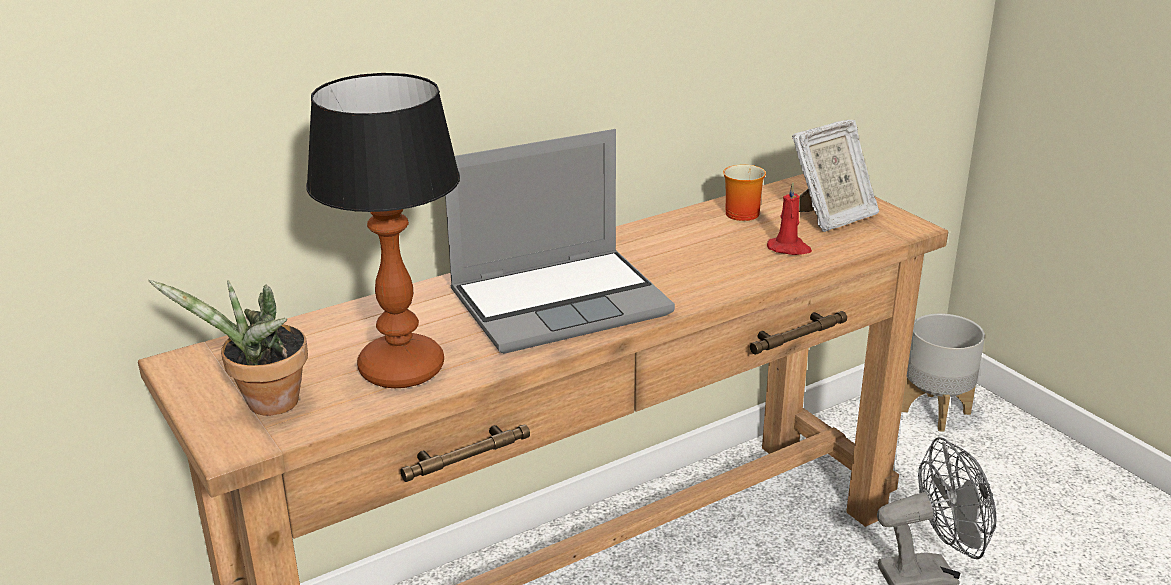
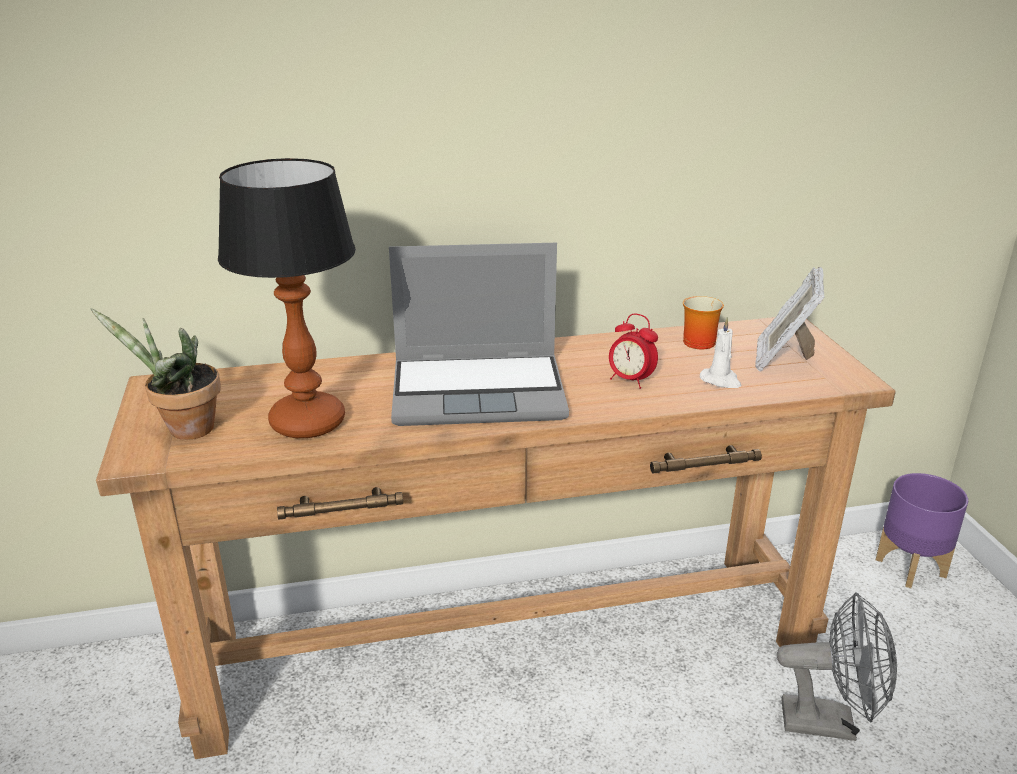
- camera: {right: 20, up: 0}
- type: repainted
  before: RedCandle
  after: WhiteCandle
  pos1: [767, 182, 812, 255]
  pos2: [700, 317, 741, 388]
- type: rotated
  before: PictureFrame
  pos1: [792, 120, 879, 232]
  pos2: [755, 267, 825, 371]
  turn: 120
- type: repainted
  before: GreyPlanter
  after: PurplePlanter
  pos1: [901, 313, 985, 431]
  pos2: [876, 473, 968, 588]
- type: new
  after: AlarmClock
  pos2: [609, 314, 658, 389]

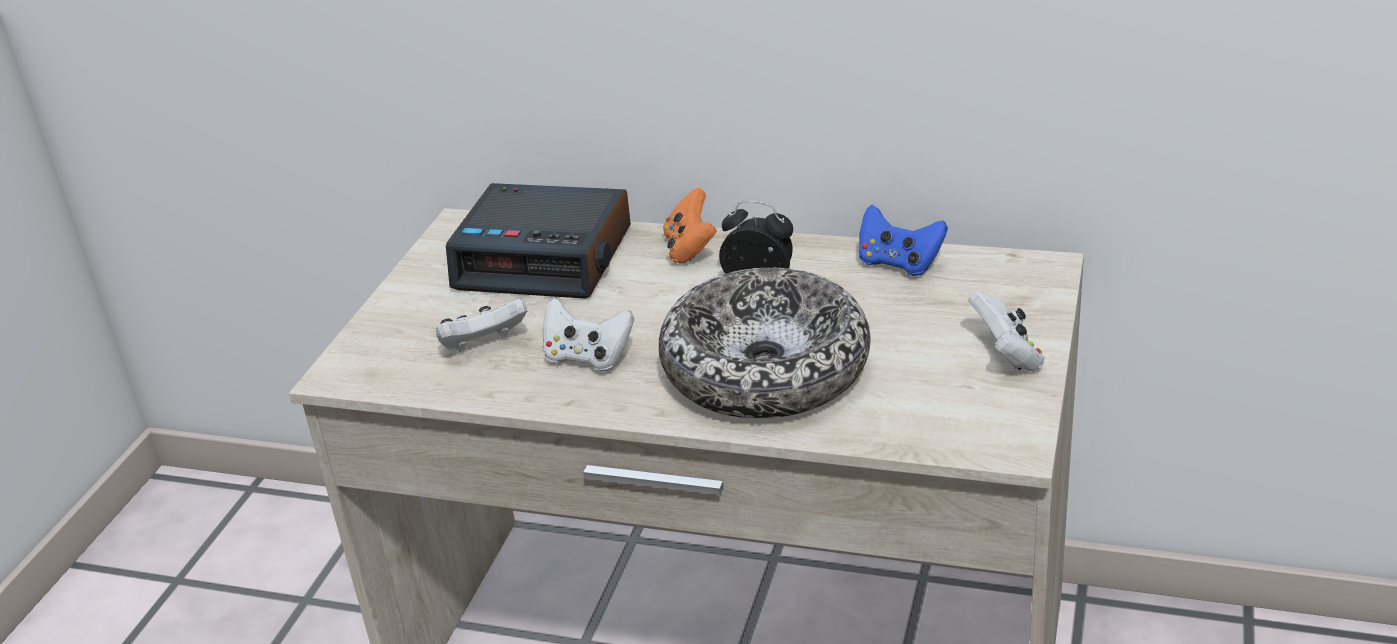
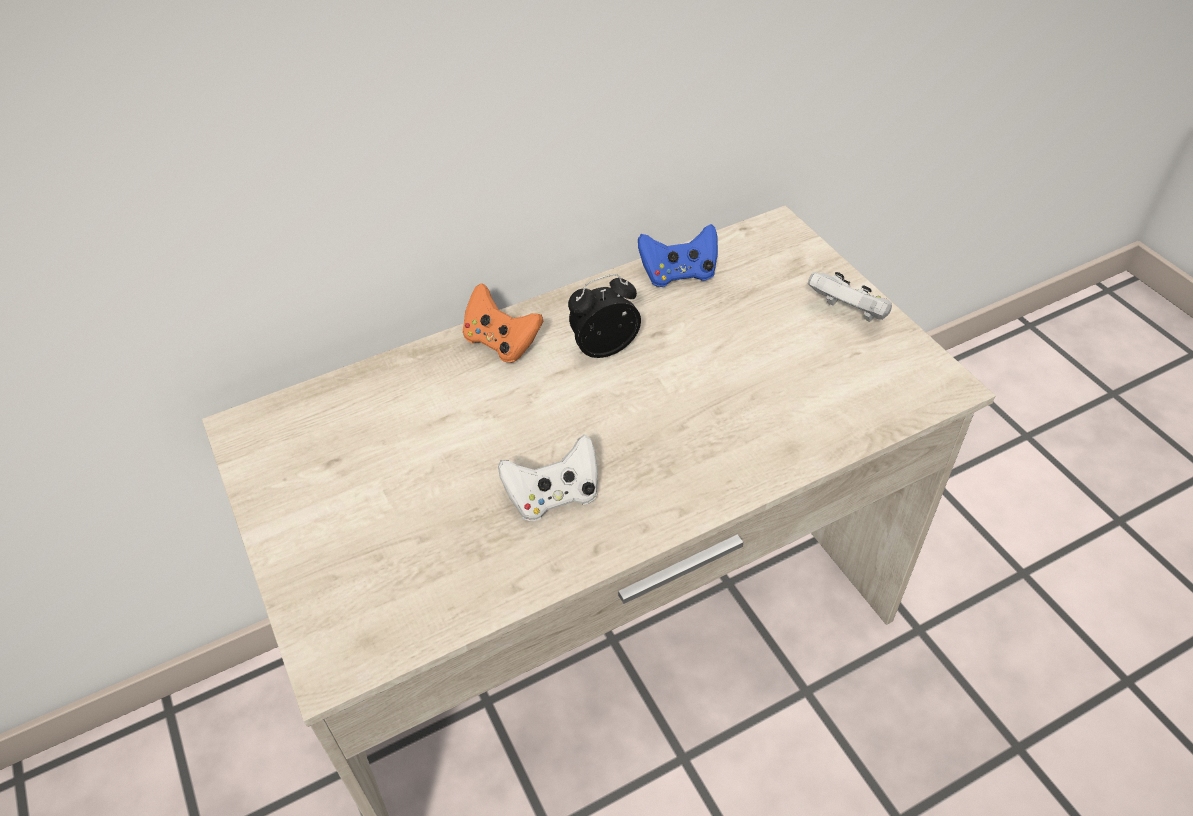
- camera: {right: -45, up: 15}
- type: gone
  before: WhiteGameController
  pos1: [436, 299, 527, 352]
- type: gone
  before: AlarmClock
  pos1: [446, 183, 631, 299]
- type: gone
  before: Bowl
  pos1: [659, 267, 871, 418]

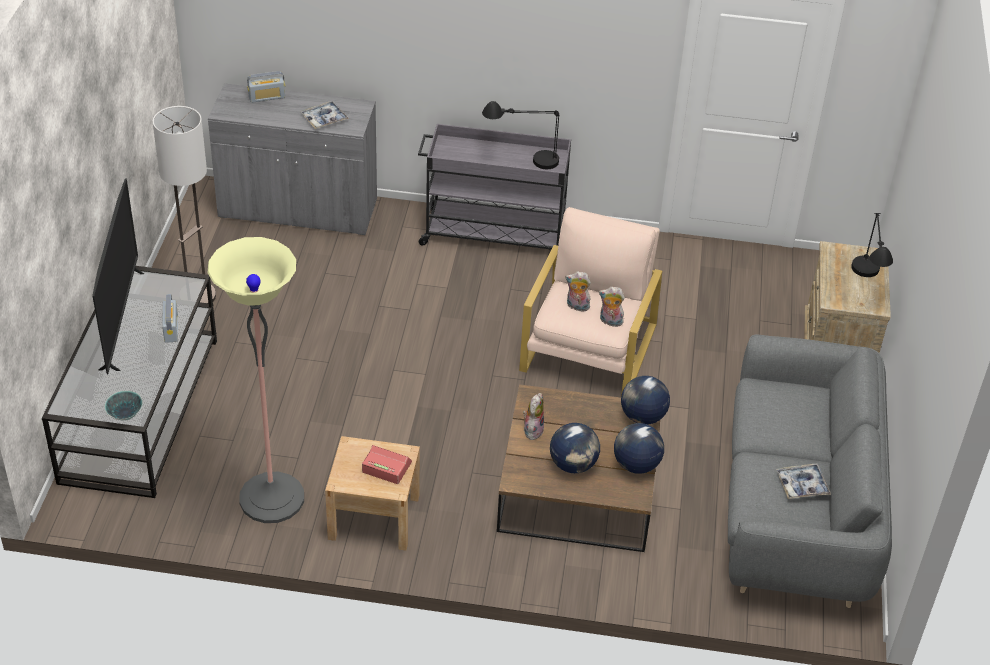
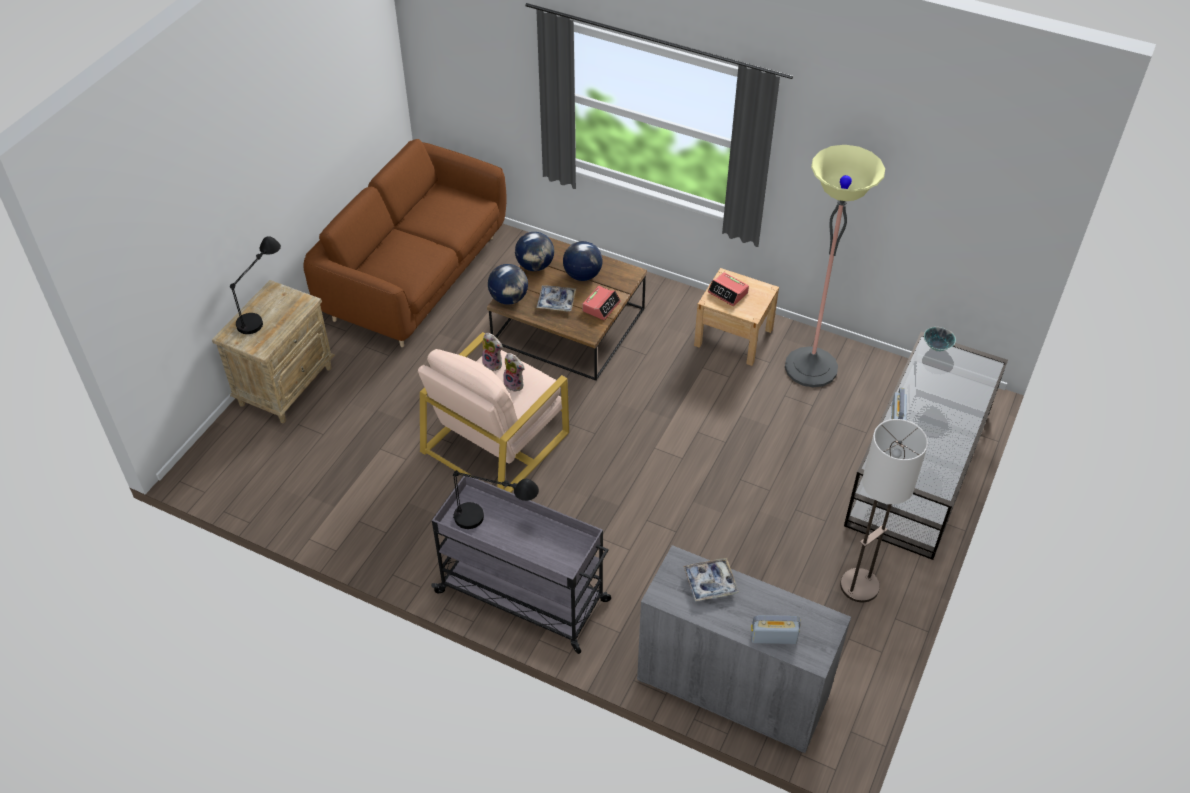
- camera: {right: -160, up: 5}
- type: gone
  before: Television
  pos1: [92, 178, 144, 374]
- type: swapped
  before: PlushToy
  after: AlarmClock
  pos1: [523, 393, 544, 440]
  pos2: [582, 286, 621, 320]
- type: repainted
  before: GreySofa
  after: BrownSofa
  pos1: [728, 334, 892, 608]
  pos2: [303, 139, 506, 347]
- type: shifted
  before: Tray
  pos1: [776, 464, 831, 499]
  pos2: [537, 285, 576, 312]

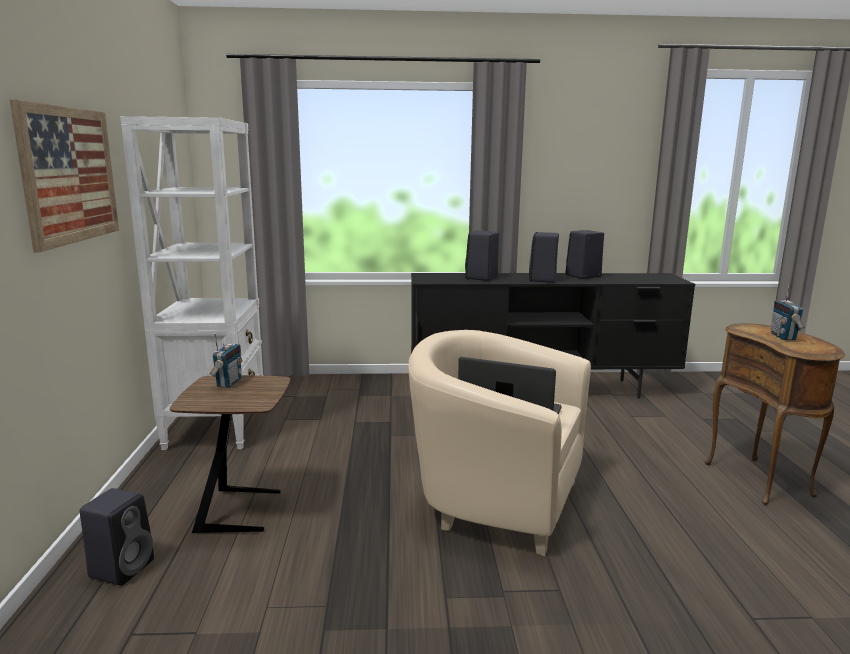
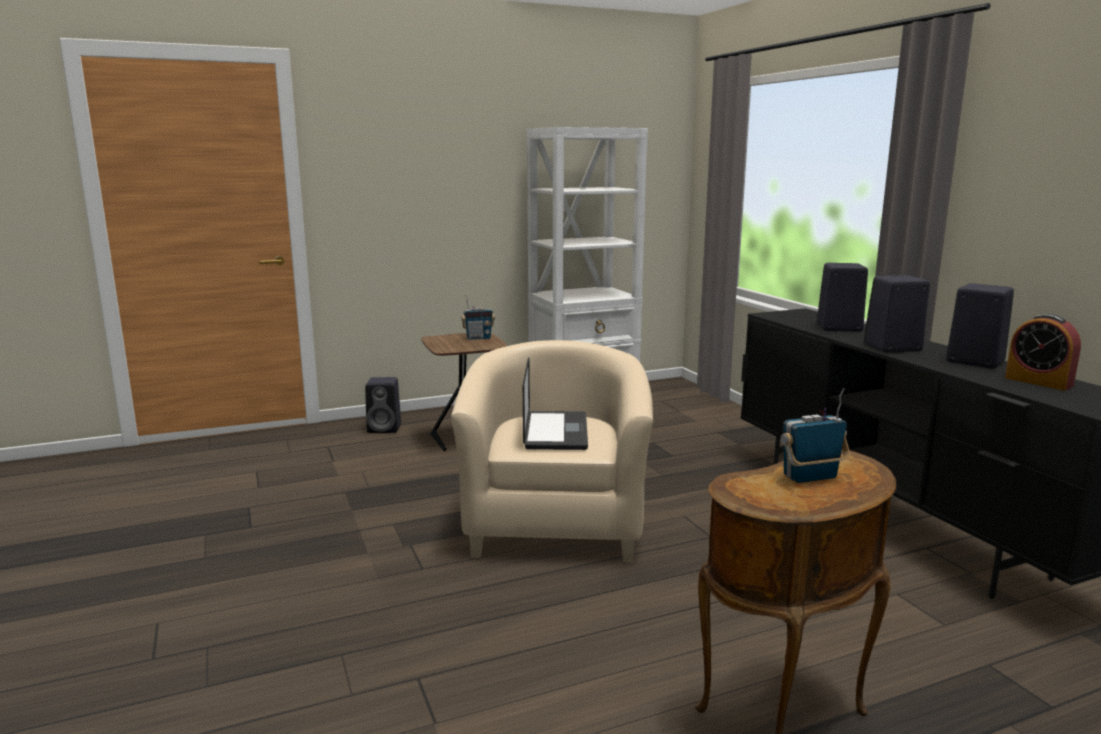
- camera: {right: 70, up: 0}
- type: gone
  before: Picture
  pos1: [9, 99, 119, 252]
- type: new
  after: AlarmClock
  pos2: [1005, 314, 1081, 391]

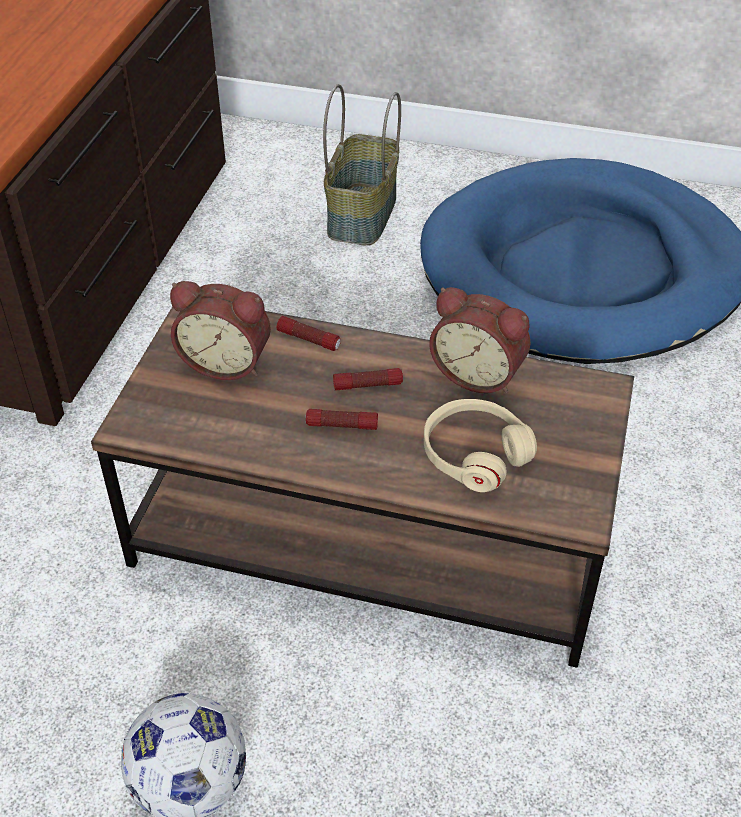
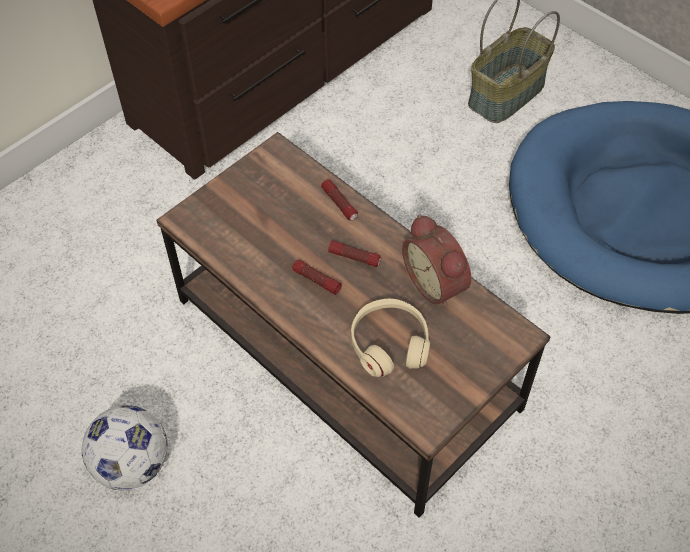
- camera: {right: 30, up: 10}
- type: gone
  before: AlarmClock
  pos1: [170, 281, 271, 380]

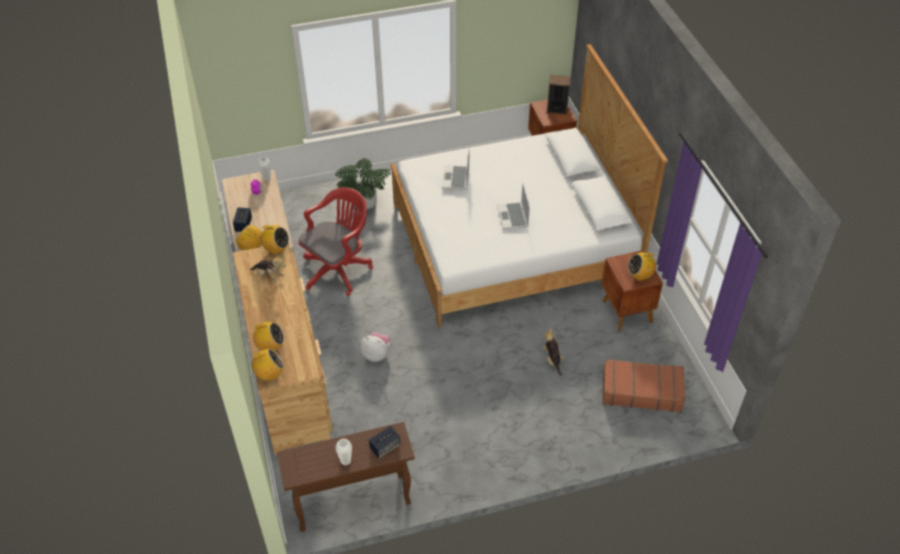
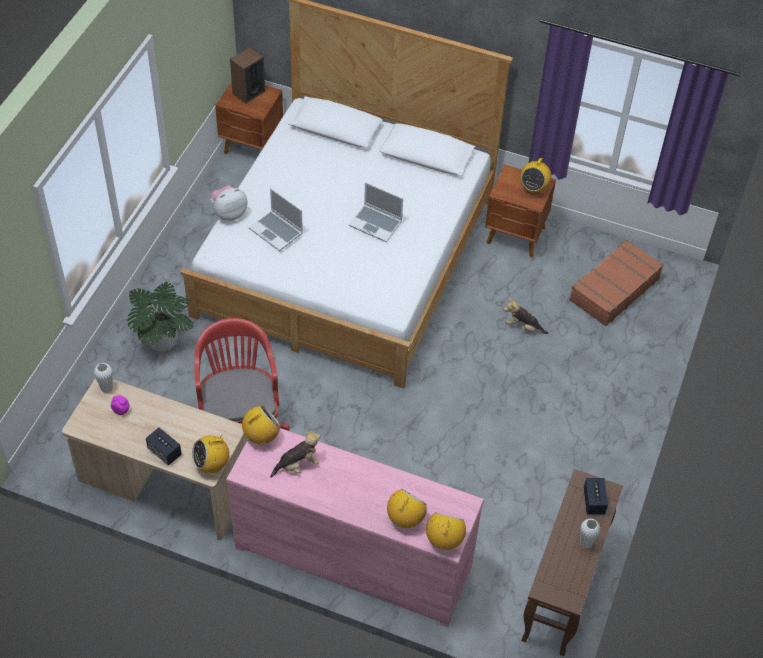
- camera: {right: -55, up: 5}
- type: repainted
  before: BrownDresser
  after: PinkDresser
  pos1: [233, 244, 333, 455]
  pos2: [226, 428, 484, 627]
- type: shifted
  before: PlushToy
  pos1: [360, 332, 390, 362]
  pos2: [210, 185, 248, 221]

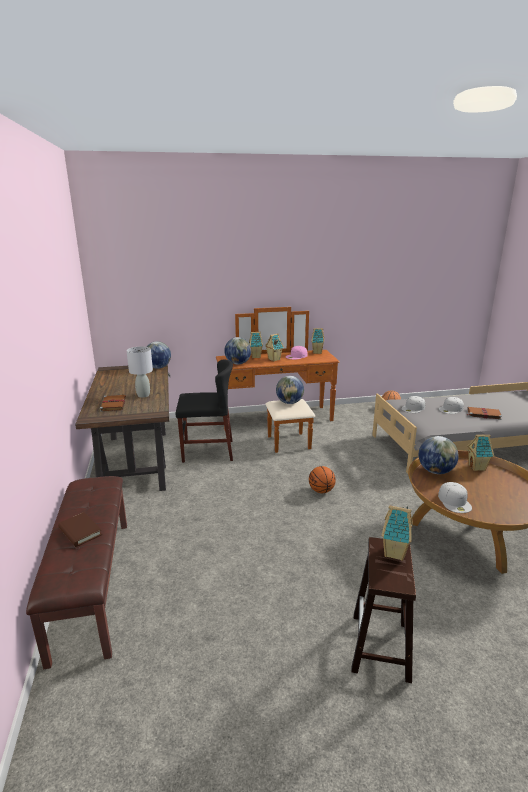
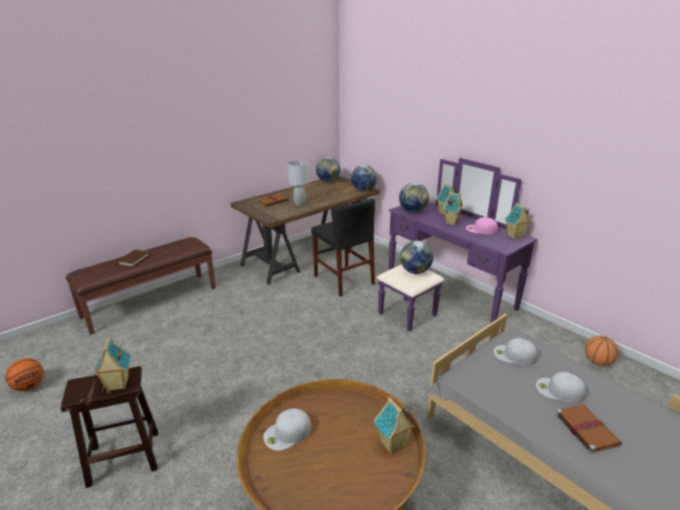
- camera: {right: 60, up: 5}
- type: repainted
  before: BrownDresser
  after: PurpleDresser
  pos1: [216, 307, 340, 453]
  pos2: [377, 158, 537, 332]
- type: shifted
  before: Basketball
  pos1: [309, 466, 336, 493]
  pos2: [5, 358, 44, 391]
- type: shifted
  before: Globe
  pos1: [419, 436, 459, 474]
  pos2: [316, 157, 340, 182]

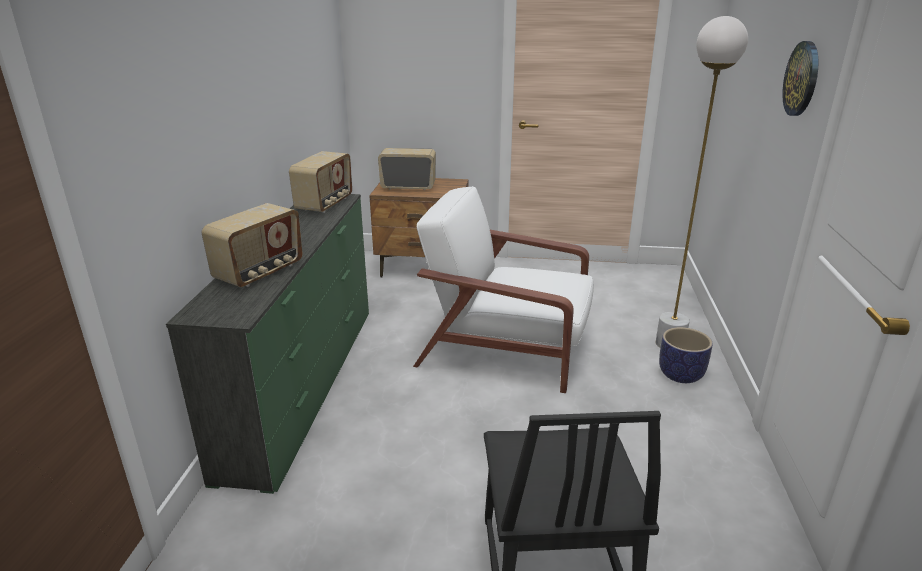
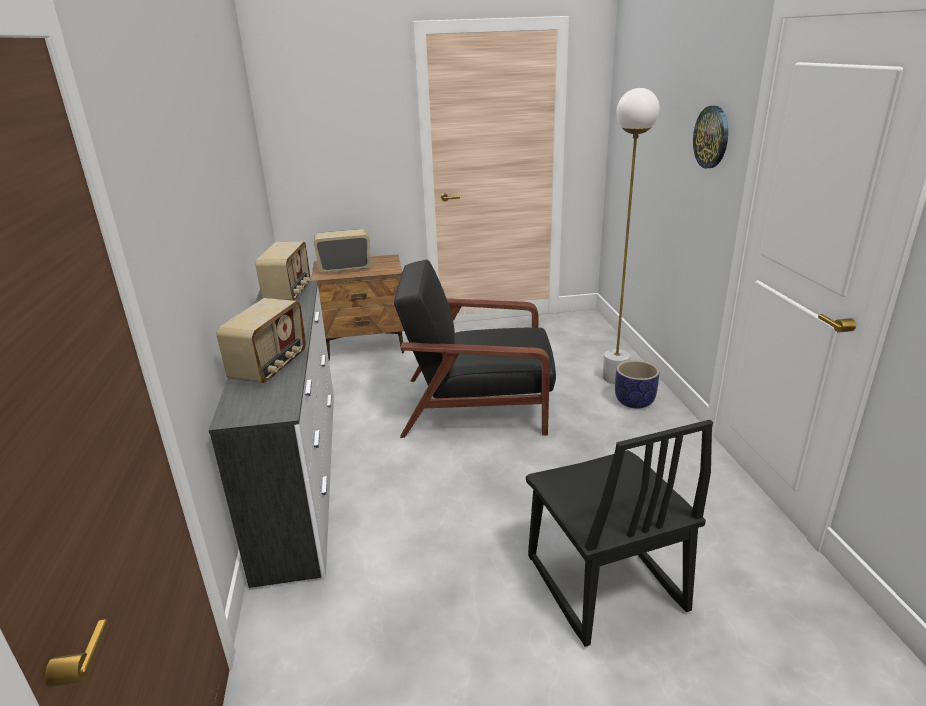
- camera: {right: -15, up: 0}
- type: repainted
  before: GreenDresser
  after: WhiteDresser
  pos1: [166, 194, 369, 494]
  pos2: [209, 280, 334, 590]
- type: repainted
  before: WhiteArmchair
  after: BlackArmchair
  pos1: [413, 186, 594, 393]
  pos2: [394, 259, 556, 438]

